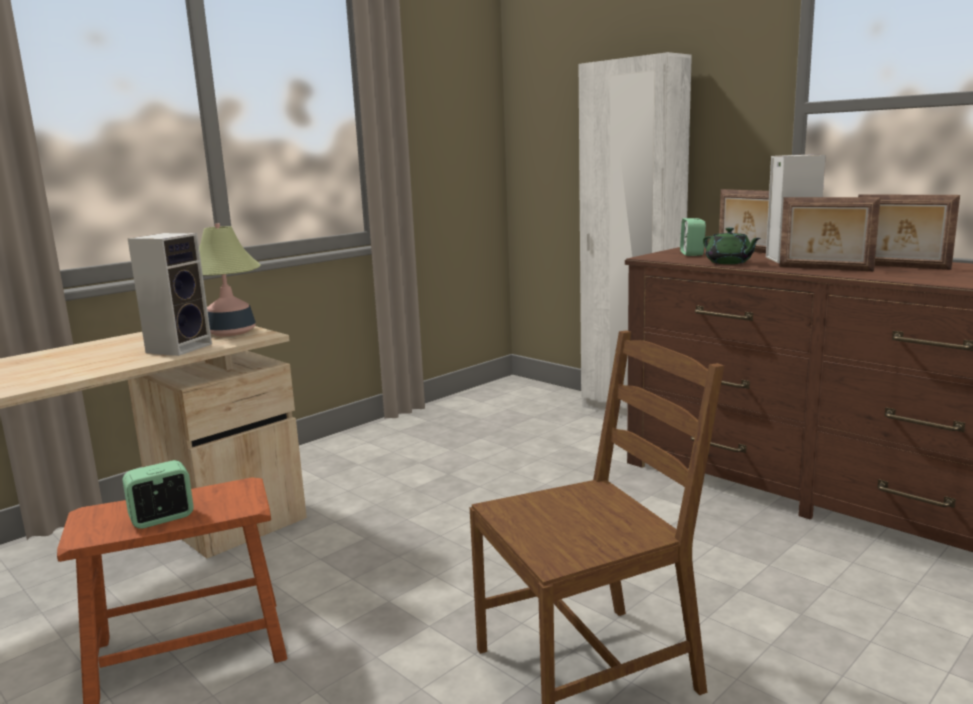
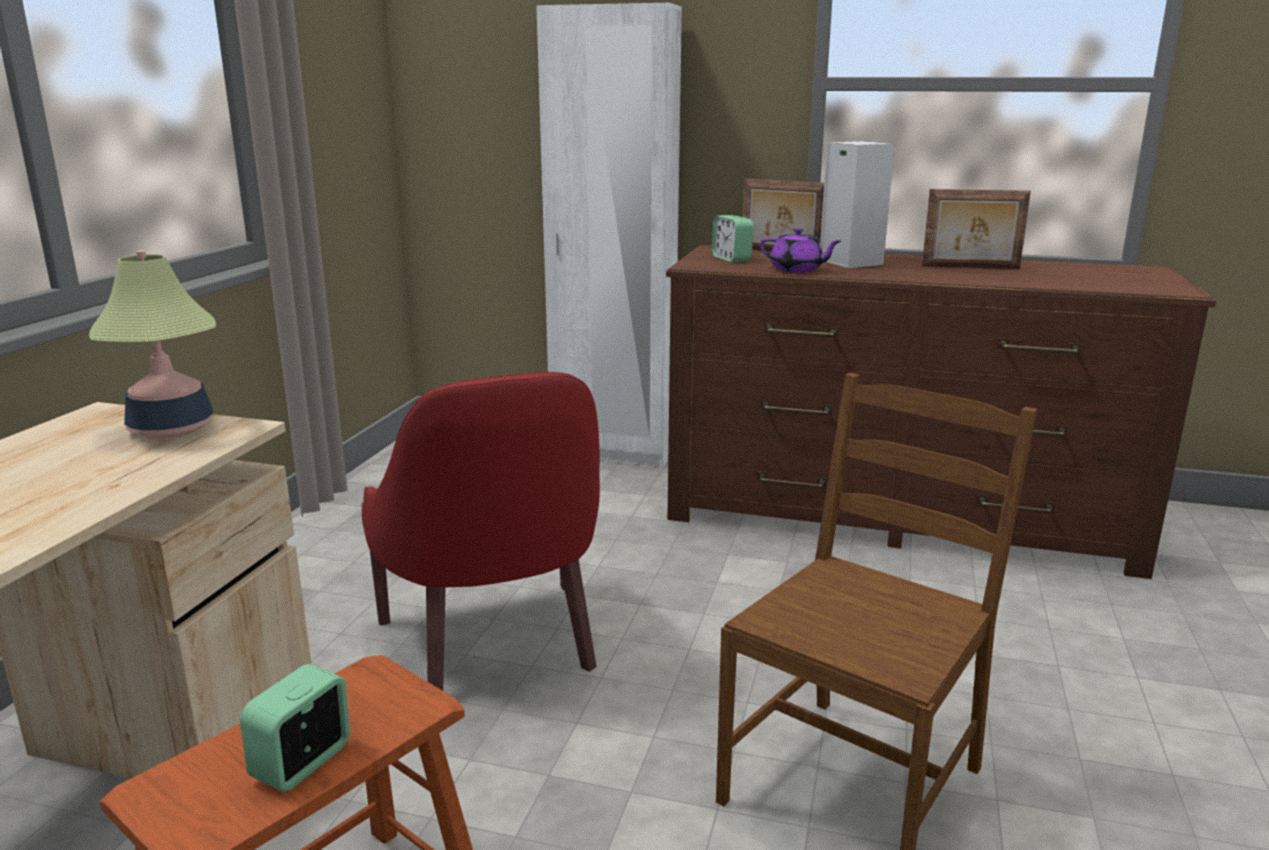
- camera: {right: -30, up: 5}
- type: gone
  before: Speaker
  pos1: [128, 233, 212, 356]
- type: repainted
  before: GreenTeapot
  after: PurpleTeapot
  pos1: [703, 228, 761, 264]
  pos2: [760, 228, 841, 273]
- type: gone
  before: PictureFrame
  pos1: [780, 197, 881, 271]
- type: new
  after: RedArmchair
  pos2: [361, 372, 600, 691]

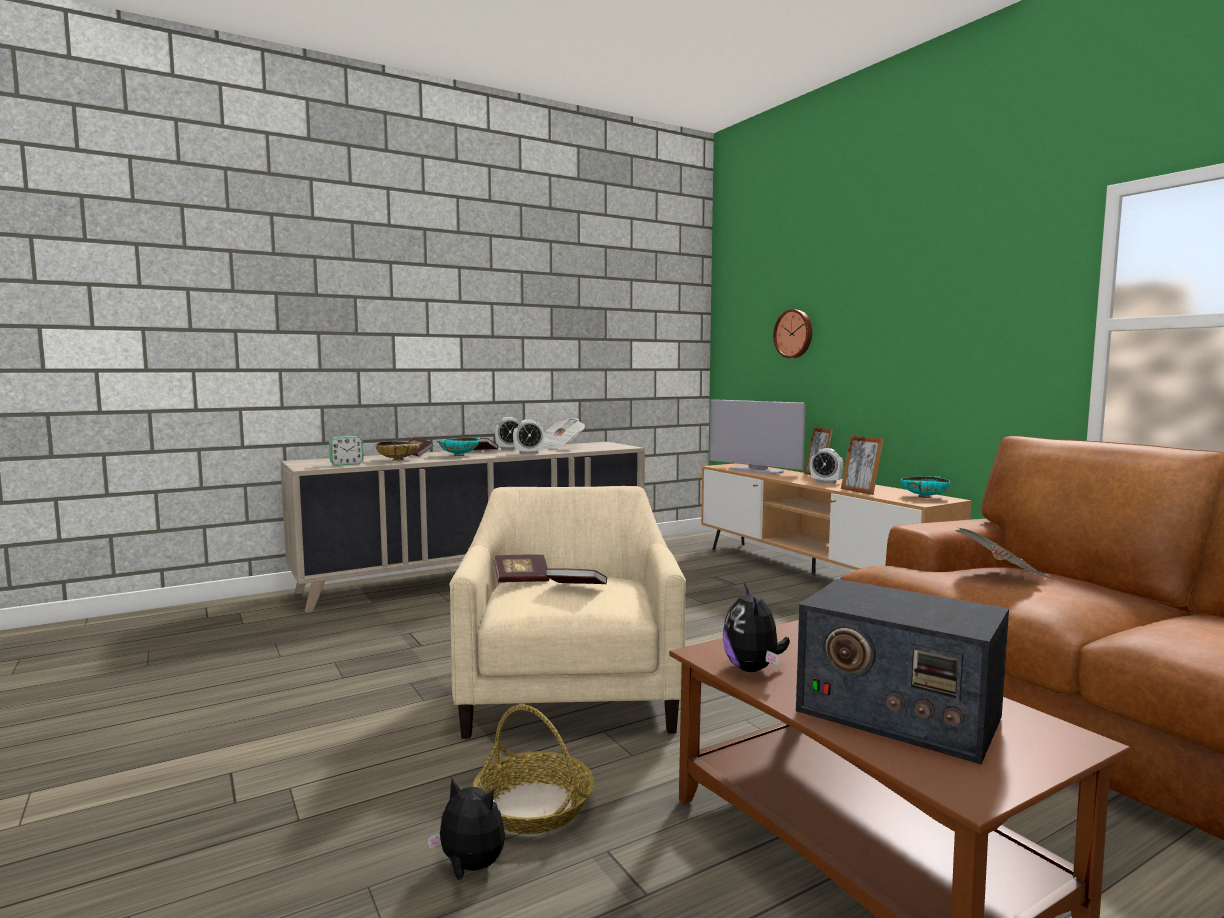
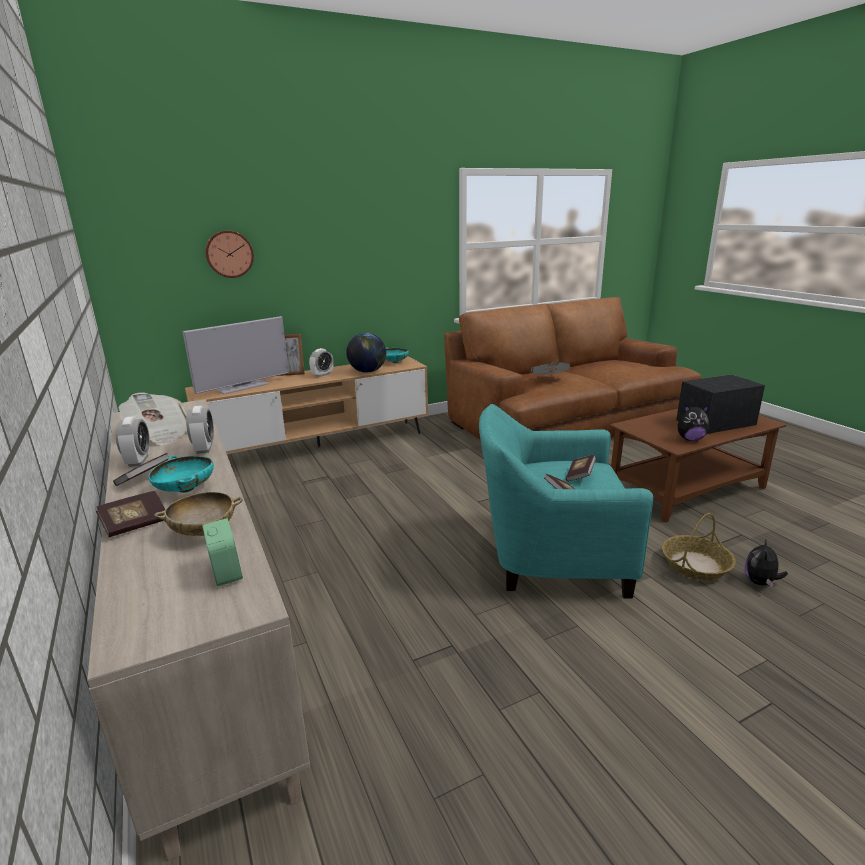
- camera: {right: -85, up: 15}
- type: repainted
  before: BeigeArmchair
  after: TurquoiseArmchair
  pos1: [449, 486, 686, 739]
  pos2: [479, 404, 653, 599]
- type: rotated
  before: Radio
  pos1: [796, 579, 1009, 764]
  pos2: [676, 374, 765, 434]
  turn: -150
- type: swapped
  before: PictureFrame
  after: Globe
  pos1: [841, 435, 884, 495]
  pos2: [346, 333, 386, 373]

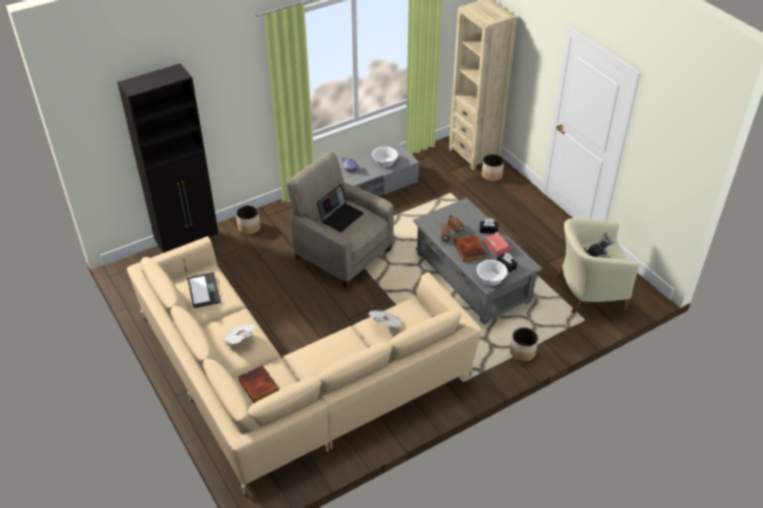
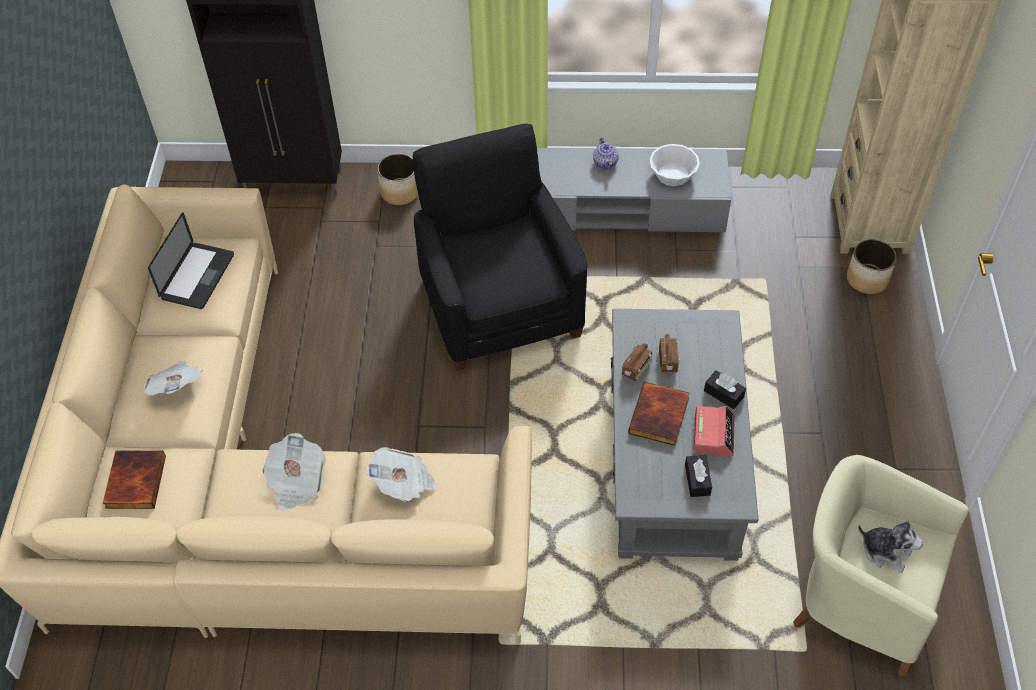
- camera: {right: 35, up: 10}
- type: repainted
  before: BeigeArmchair
  after: BlackArmchair
  pos1: [286, 151, 394, 288]
  pos2: [413, 124, 587, 371]
- type: gone
  before: Laptop
  pos1: [317, 184, 364, 232]
- type: gone
  before: WhiteBowl
  pos1: [477, 260, 507, 286]
- type: gone
  before: Planter
  pos1: [510, 327, 538, 361]
- type: new
  after: Newspaper
  pos2: [263, 433, 326, 510]

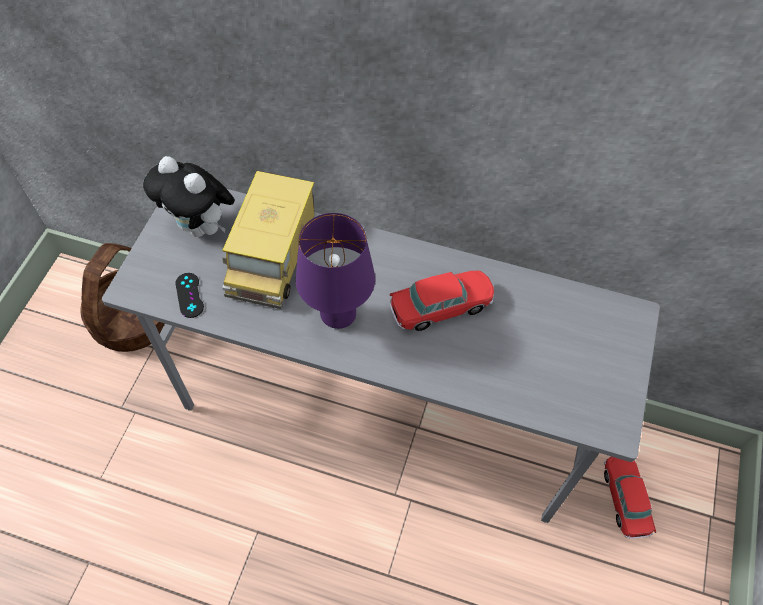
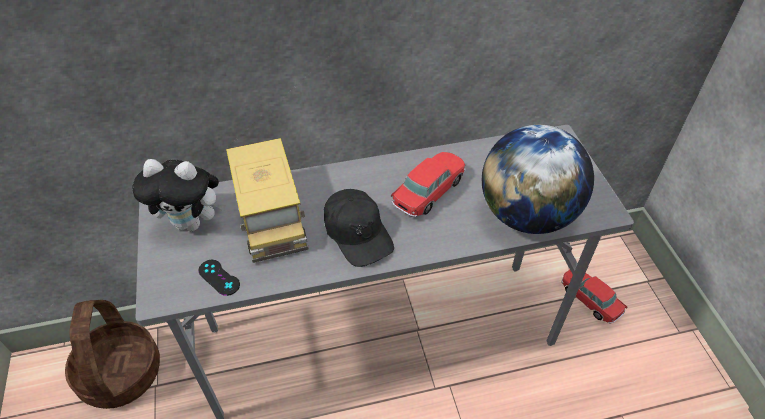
- camera: {right: -30, up: -10}
- type: swapped
  before: PurpleTableLamp
  after: BlackCap
  pos1: [296, 213, 375, 329]
  pos2: [324, 189, 394, 267]
- type: new
  after: Globe
  pos2: [482, 125, 594, 234]

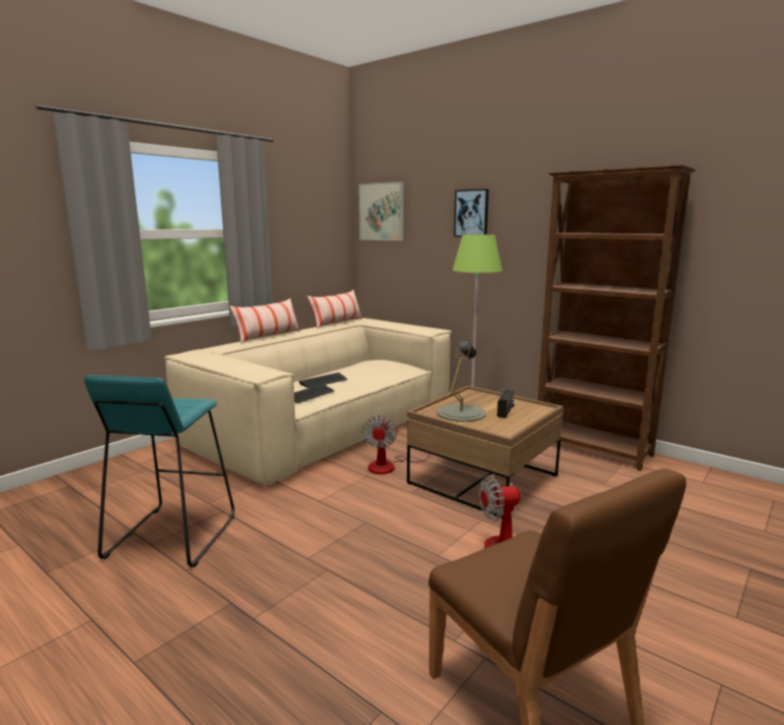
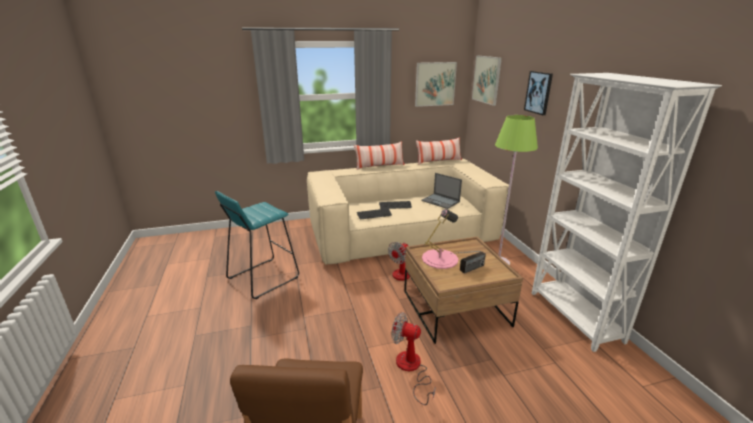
- camera: {right: 35, up: 10}
- type: repainted
  before: GreyTableLamp
  after: PinkTableLamp
  pos1: [437, 340, 486, 422]
  pos2: [422, 209, 458, 269]
- type: repainted
  before: BrownBookcase
  after: WhiteBookcase
  pos1: [538, 165, 696, 471]
  pos2: [532, 73, 722, 352]
- type: new
  after: Picture
  pos2: [415, 62, 457, 107]
- type: new
  after: Laptop
  pos2: [421, 173, 462, 209]

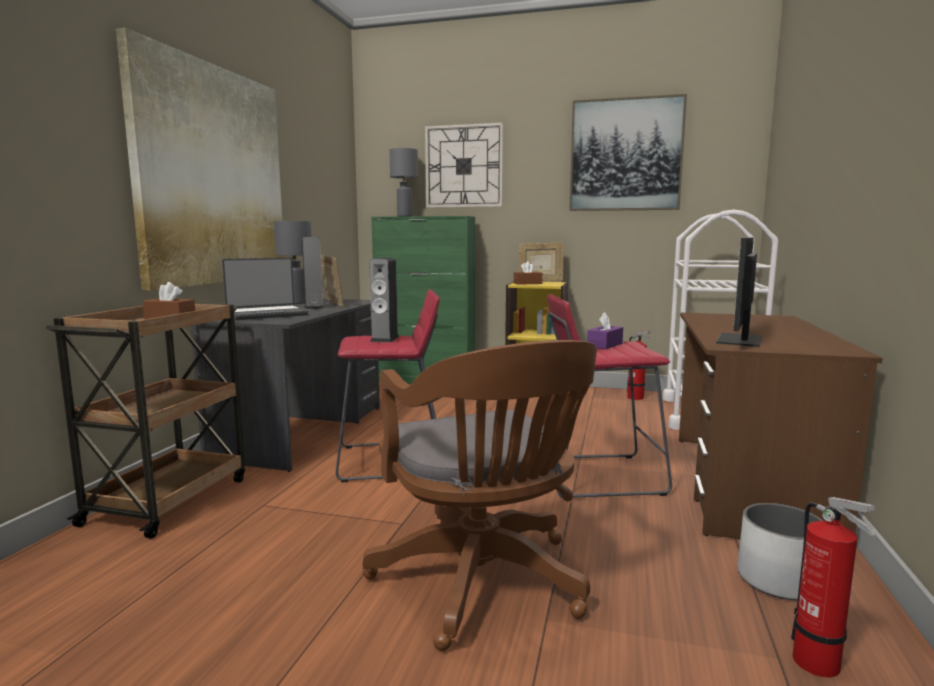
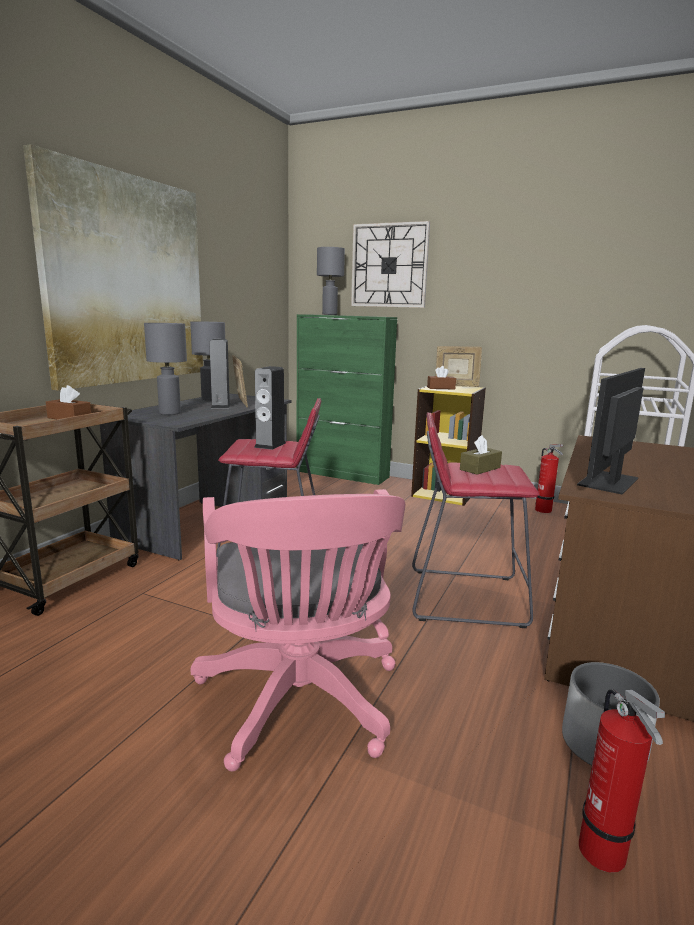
- camera: {right: 10, up: 5}
- type: swapped
  before: Laptop
  after: GreyTableLamp
  pos1: [222, 258, 308, 320]
  pos2: [144, 323, 187, 415]
- type: repainted
  before: BrownOfficeChair
  after: PinkOfficeChair
  pos1: [363, 340, 597, 651]
  pos2: [191, 489, 405, 771]
- type: gone
  before: Picture
  pos1: [569, 94, 687, 211]
- type: repainted
  before: PurpleTissueBox
  after: BrownTissueBox
  pos1: [587, 312, 623, 349]
  pos2: [460, 435, 502, 475]

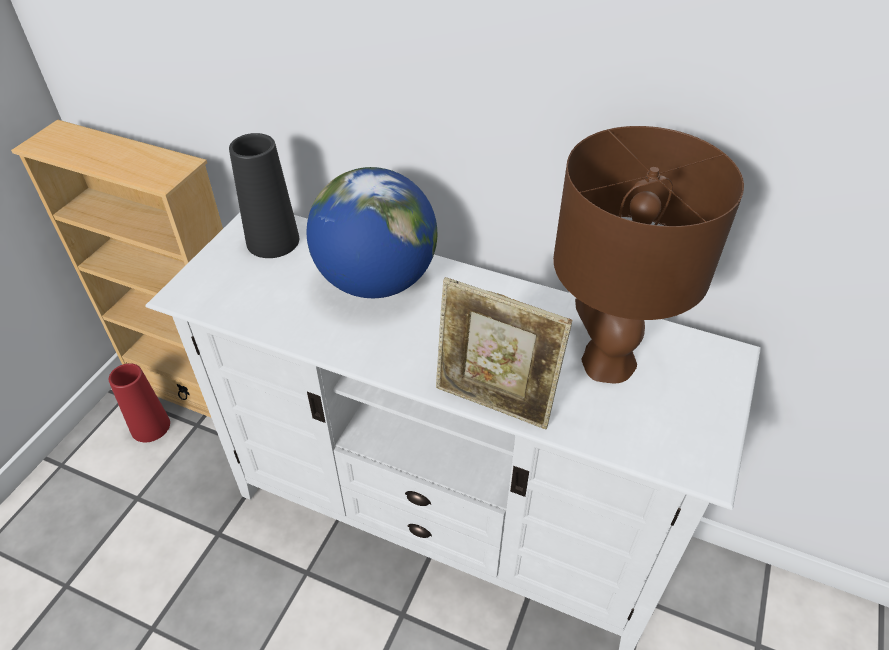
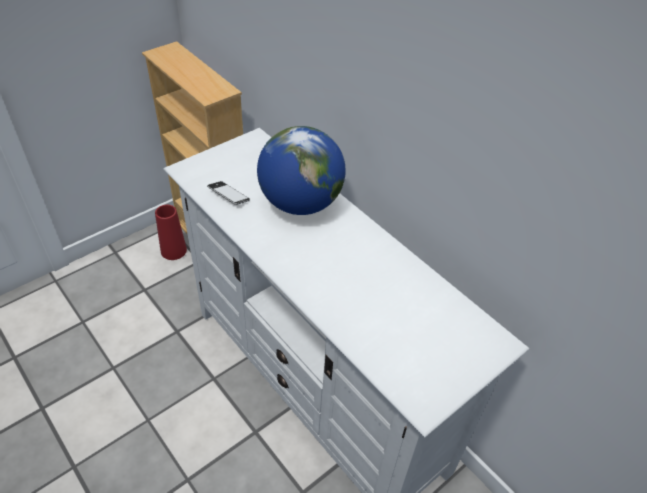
- camera: {right: 25, up: 0}
- type: gone
  before: BlackVase
  pos1: [229, 133, 299, 258]
- type: gone
  before: PictureFrame
  pos1: [436, 277, 572, 430]
- type: gone
  before: BrownTableLamp
  pos1: [553, 126, 744, 383]
- type: new
  after: Phone
  pos2: [207, 181, 250, 205]

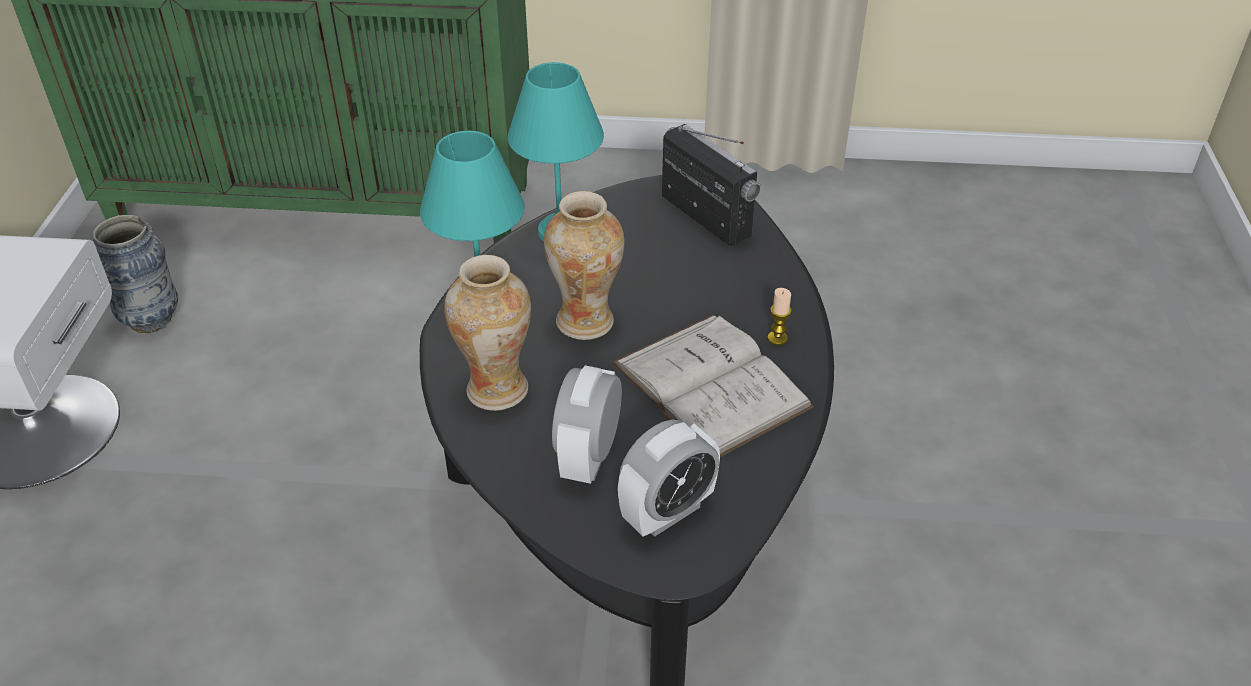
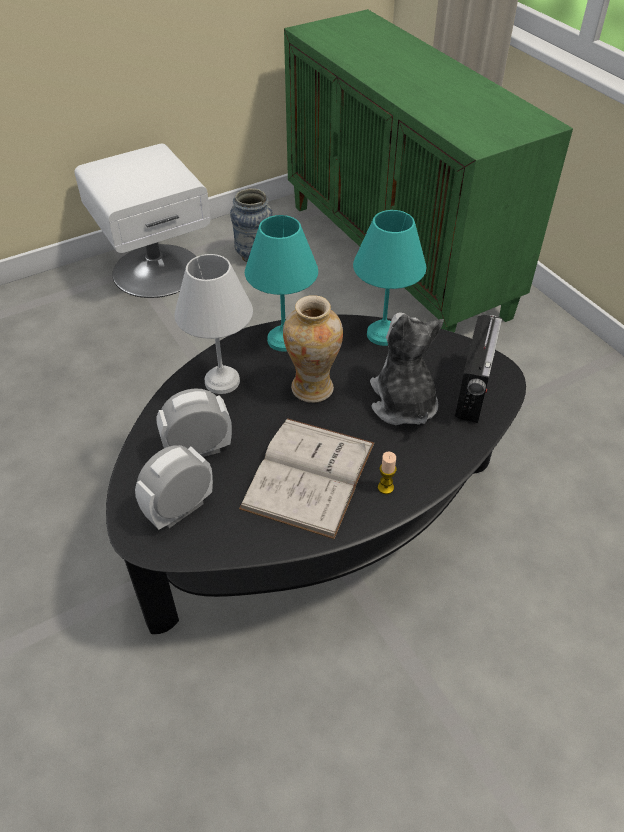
- camera: {right: 55, up: 5}
- type: swapped
  before: Vase
  after: WhiteTableLamp
  pos1: [444, 255, 531, 411]
  pos2: [174, 254, 253, 394]
- type: rotated
  before: AlarmClock
  pos1: [618, 420, 720, 537]
  pos2: [135, 445, 213, 530]
  turn: 120
- type: new
  after: PlushToy
  pos2: [370, 312, 444, 425]

